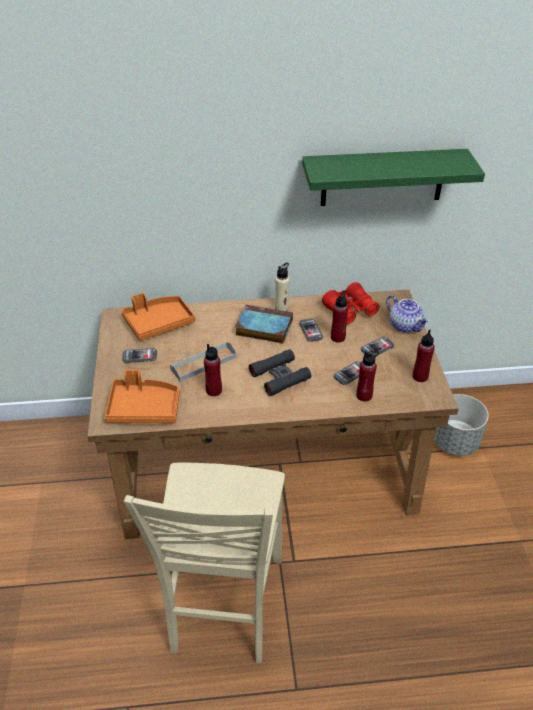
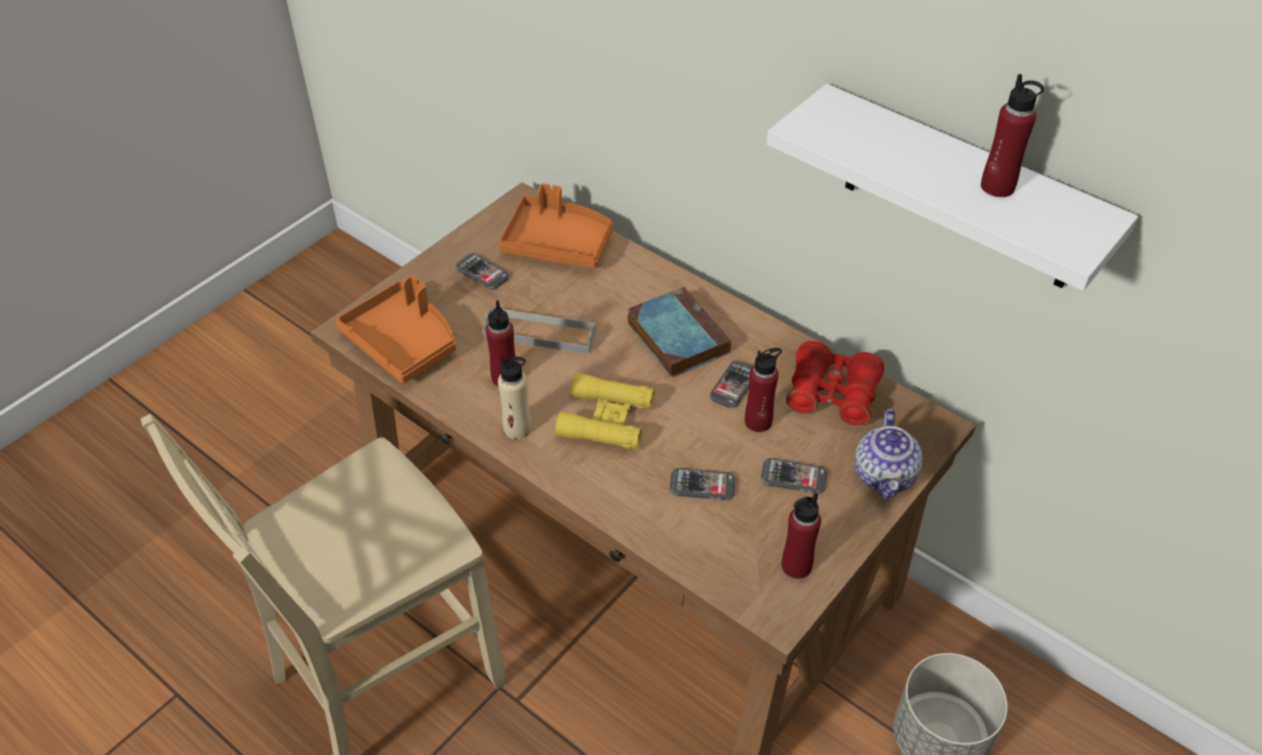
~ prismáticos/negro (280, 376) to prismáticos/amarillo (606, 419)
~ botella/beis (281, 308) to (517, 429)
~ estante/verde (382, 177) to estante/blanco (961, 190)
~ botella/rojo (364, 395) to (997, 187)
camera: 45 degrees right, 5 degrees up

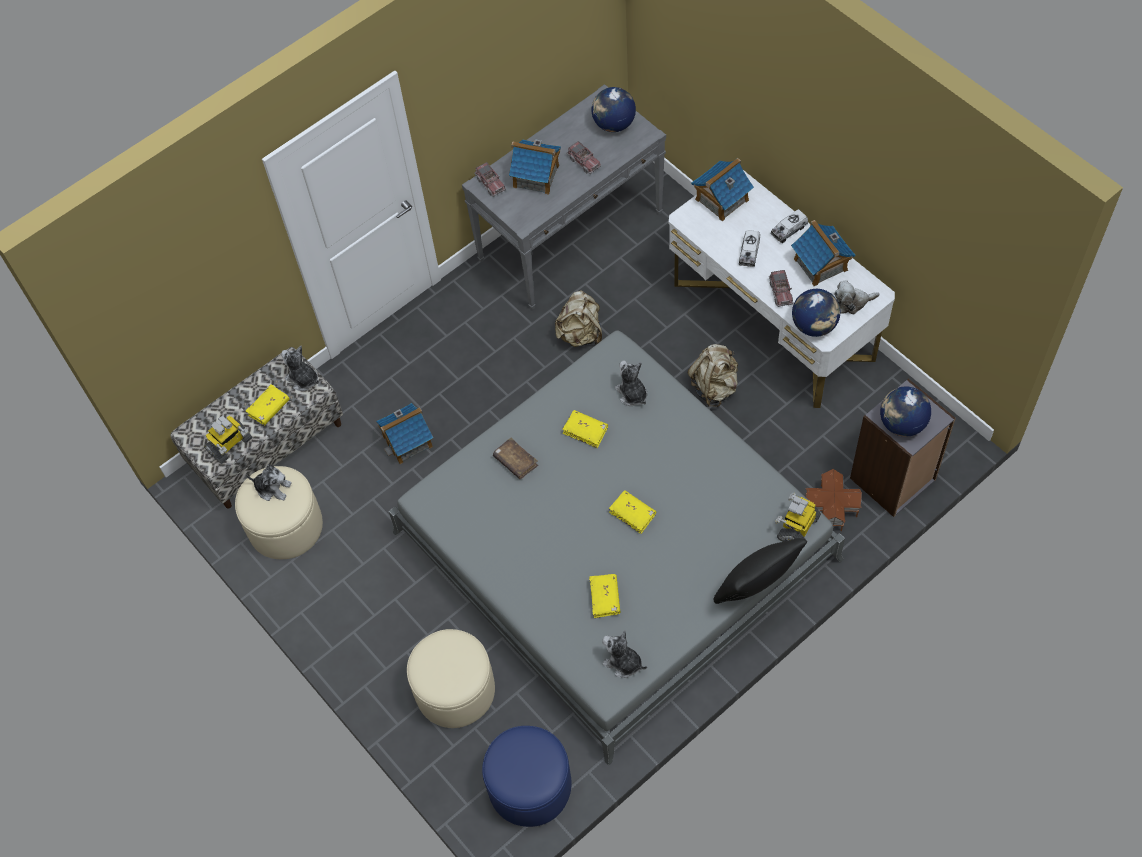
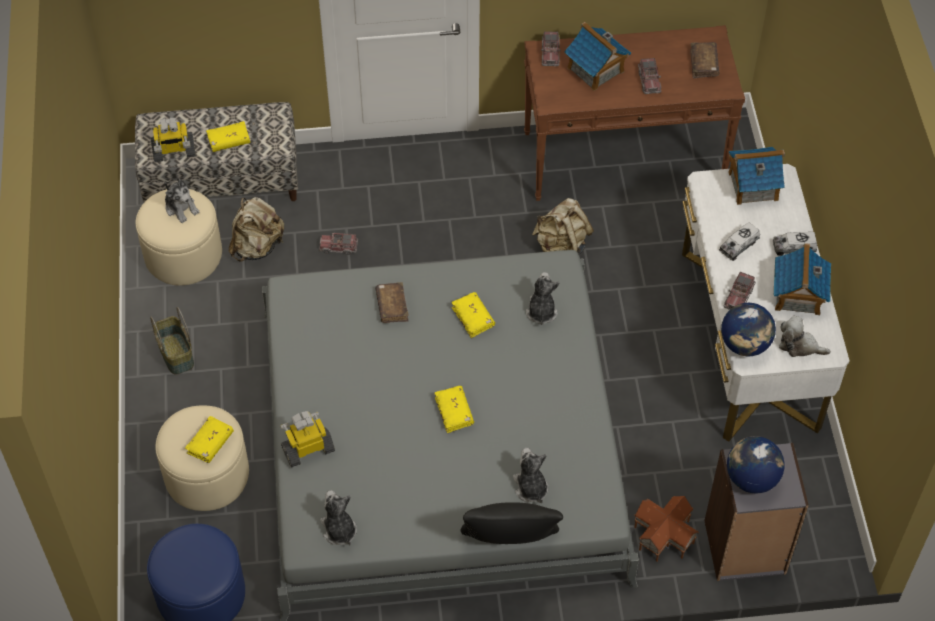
~ peluche (303, 379) to (530, 487)
~ casita (408, 441) to camión de juguete (338, 247)
~ mesa consola/gris (571, 235) to mesa consola/marrón (624, 158)
~ libro/amarillo (605, 598) to (210, 443)
~ globo terráqueo (613, 124) to libro/marrón (704, 64)
~ mochila/beis (714, 387) to (257, 246)
~ robot de juguete (797, 527) to (308, 448)
+ cesta (175, 354)
camera: 30 degrees right, 5 degrees down

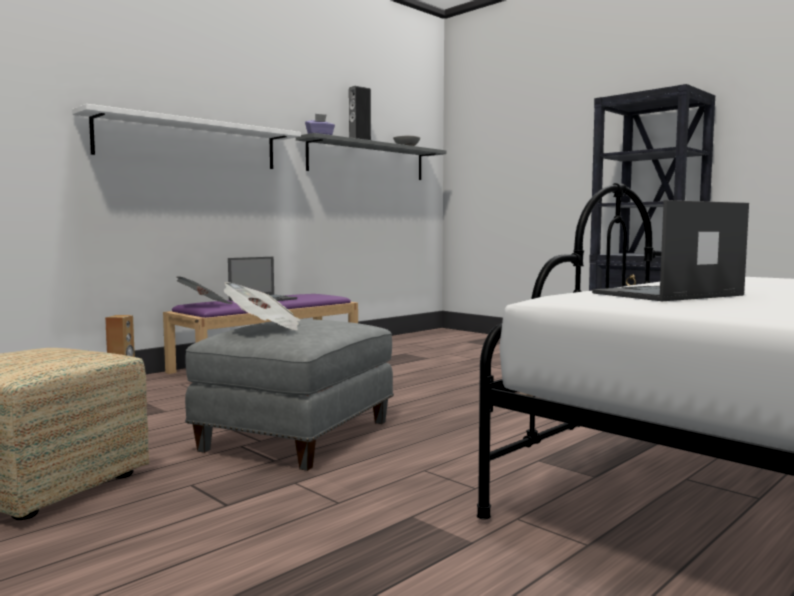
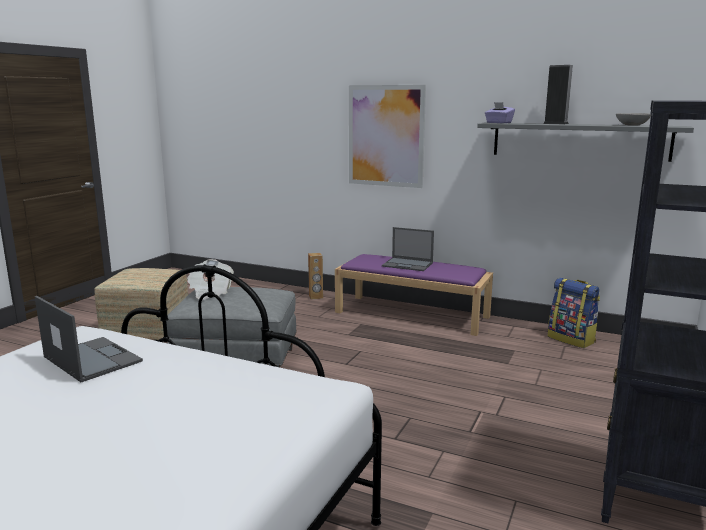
~ estante/blanco (190, 143) to cuadro (386, 136)
- periódico (205, 305)
+ mochila (571, 339)
camera: 70 degrees right, 10 degrees up

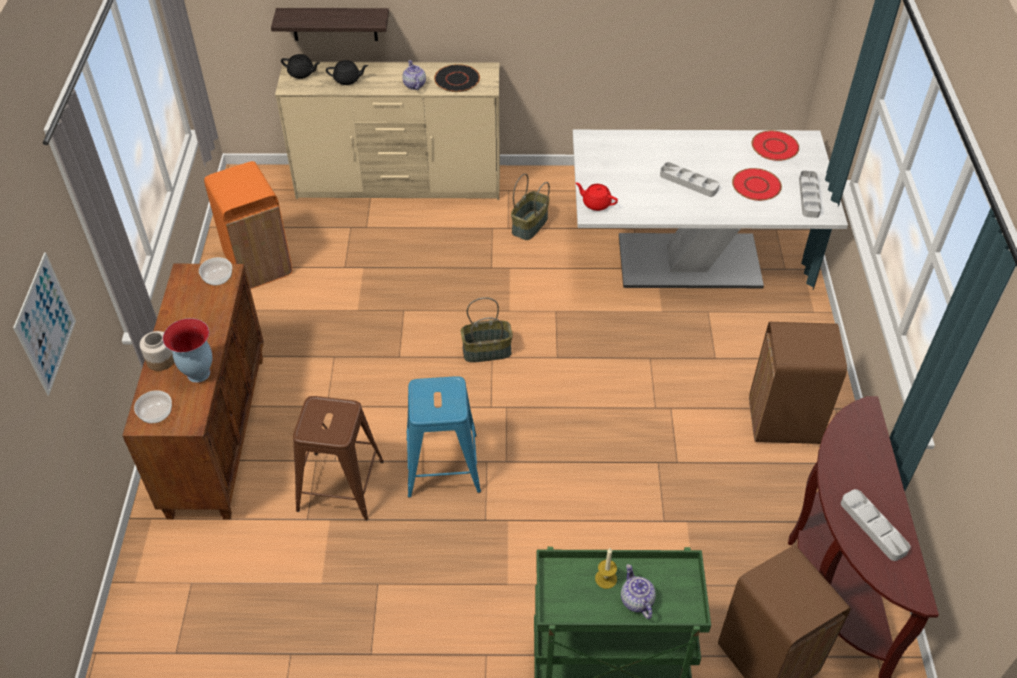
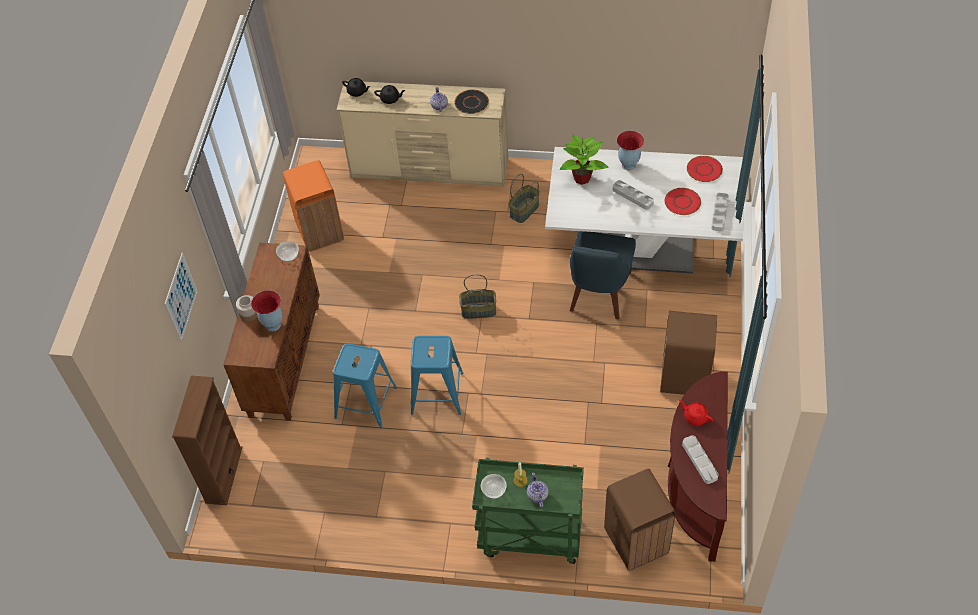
~ cuenco (157, 413) to (494, 490)
- estante (334, 24)
~ taburete/marrón (340, 485) to taburete/azul (365, 402)
~ tetera/rojo (596, 203) to (695, 417)
+ estantería/marrón (223, 475)
+ planta en maceta (582, 178)
+ silla/azul (598, 294)
+ florero (628, 165)
camera: 10 degrees right, 5 degrees up

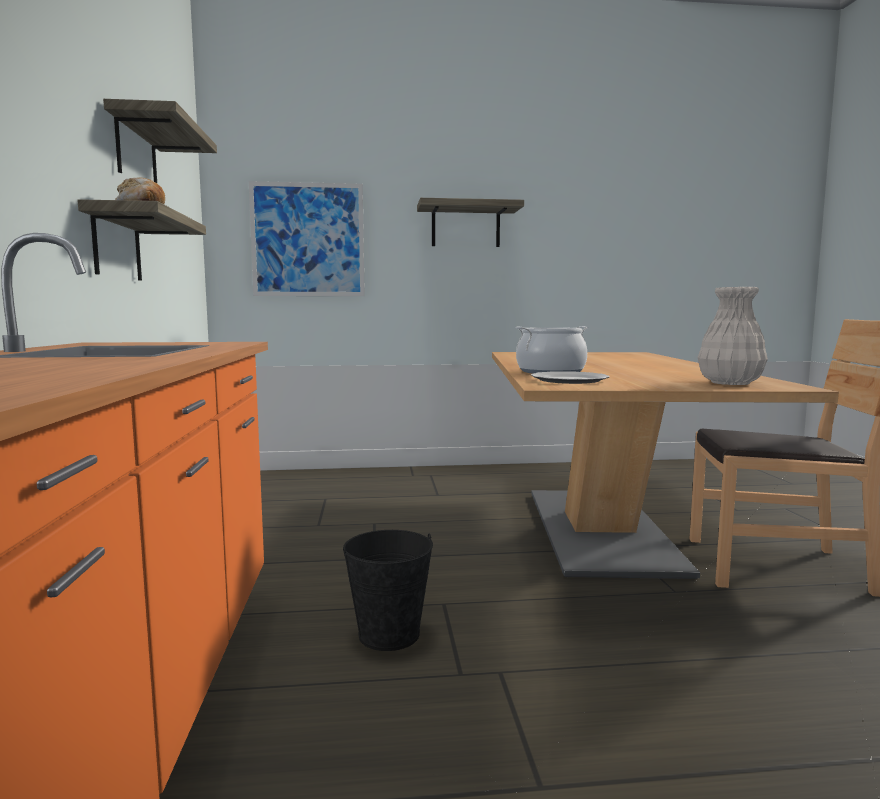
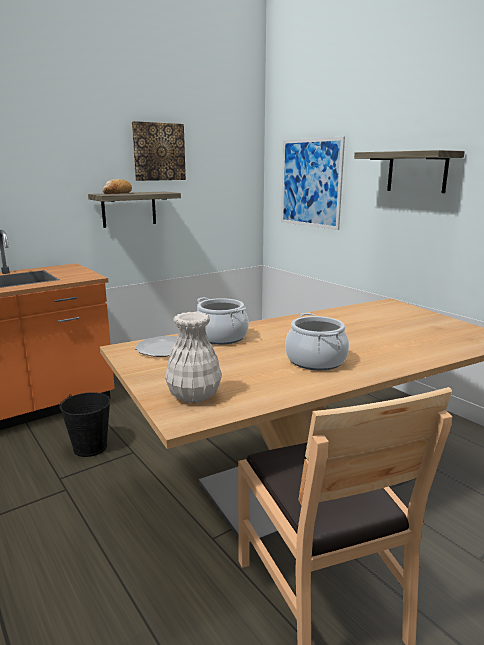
~ estante (136, 153) to cuadro (158, 152)
+ olla (315, 361)
camera: 60 degrees right, 10 degrees up

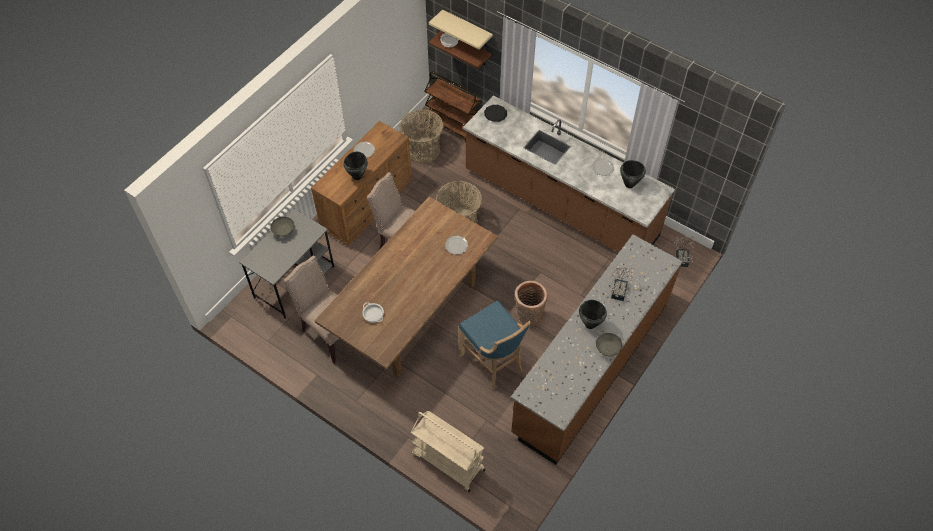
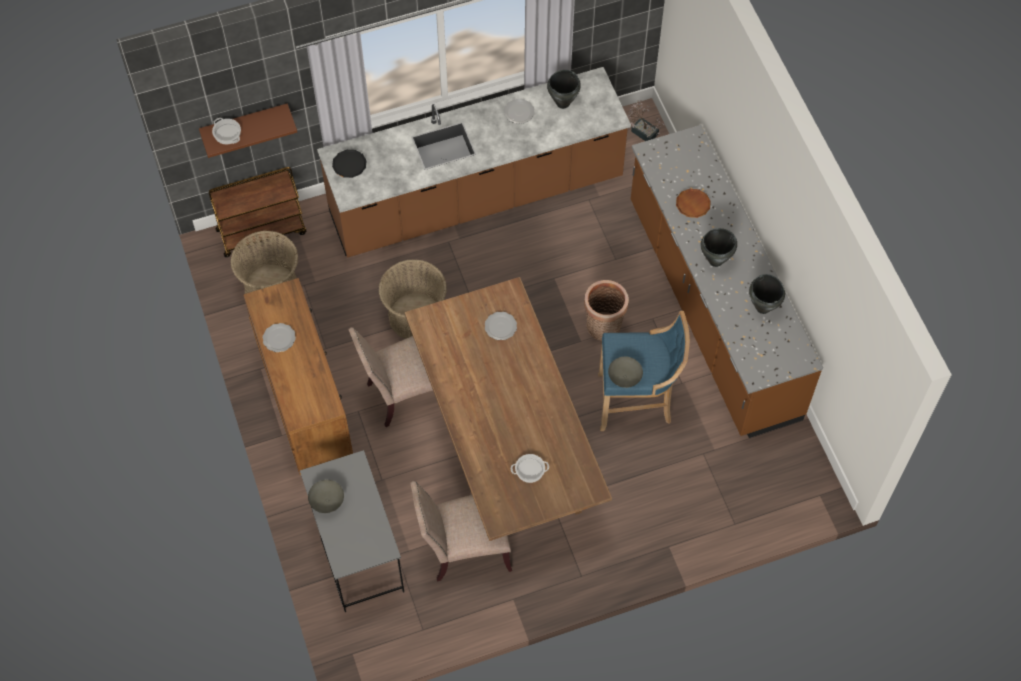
~ olla/negro (358, 176) to (763, 307)
- carrito/beis (447, 462)
- estante/beis (467, 29)
~ cuenco/gris (607, 349) to (624, 378)
~ planta en maceta (619, 289) to plato/marrón (693, 204)
camera: 55 degrees left, 5 degrees up

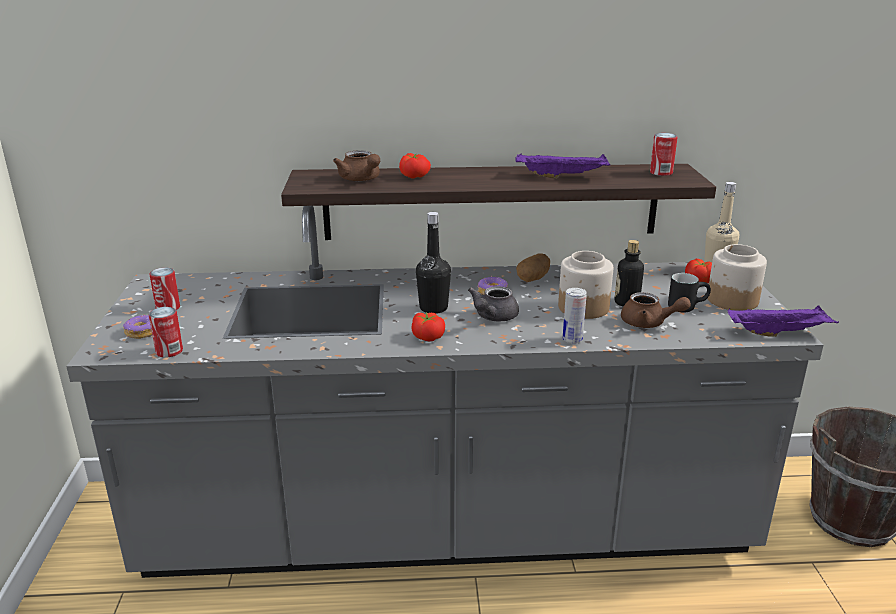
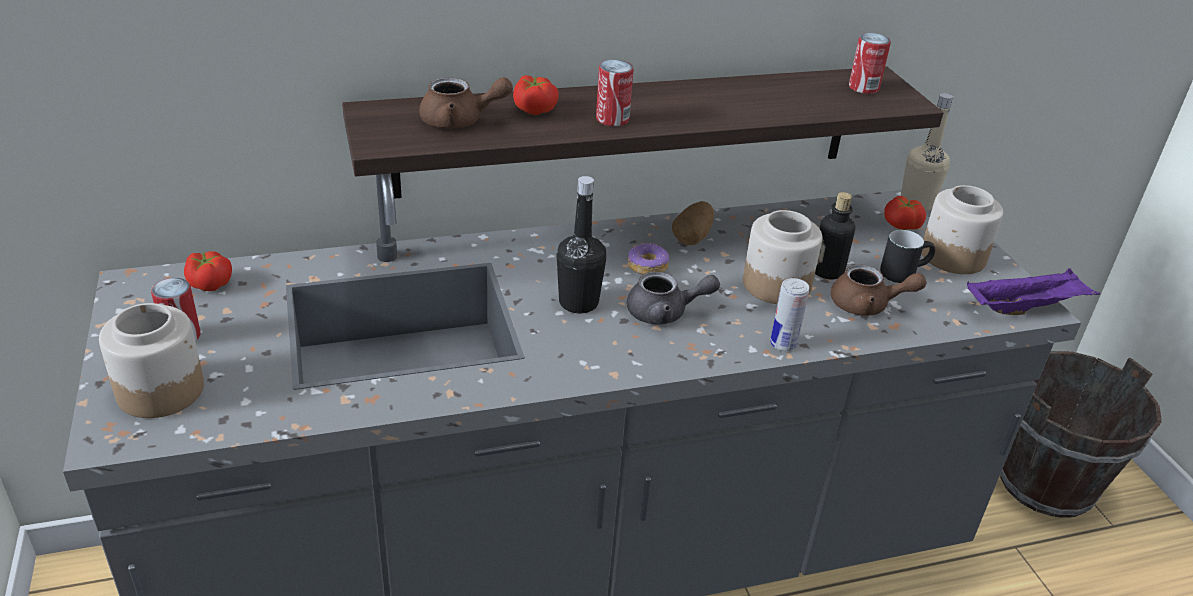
~ rosquilla (142, 332) to tarro (160, 390)
~ lata (169, 351) to (612, 119)
~ tetera/marrón (361, 179) = (460, 121) 45 degrees counterclockwise
~ tomate (428, 336) to (210, 283)
~ tetera/gris (492, 317) = (665, 313) 105 degrees counterclockwise
- bandeja/morado (563, 176)
camera: 15 degrees left, 10 degrees up

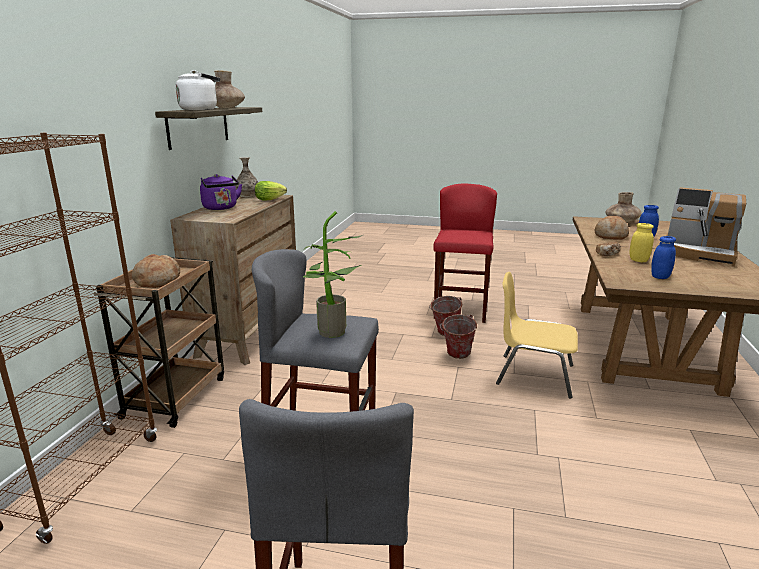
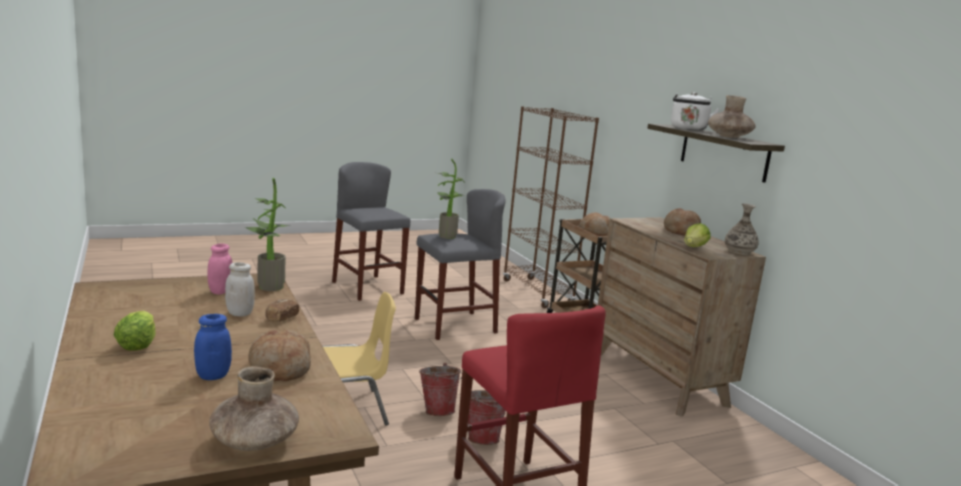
~ hervidor/morado (221, 208) to pan (680, 231)
~ tarro/amarillo (638, 260) to tarro/blanco (240, 313)
~ tarro/azul (660, 277) to tarro/rosa (220, 291)
~ cafetera (699, 253) to lechuga (137, 345)
+ planta en maceta (267, 286)
camera: 140 degrees right, 5 degrees down

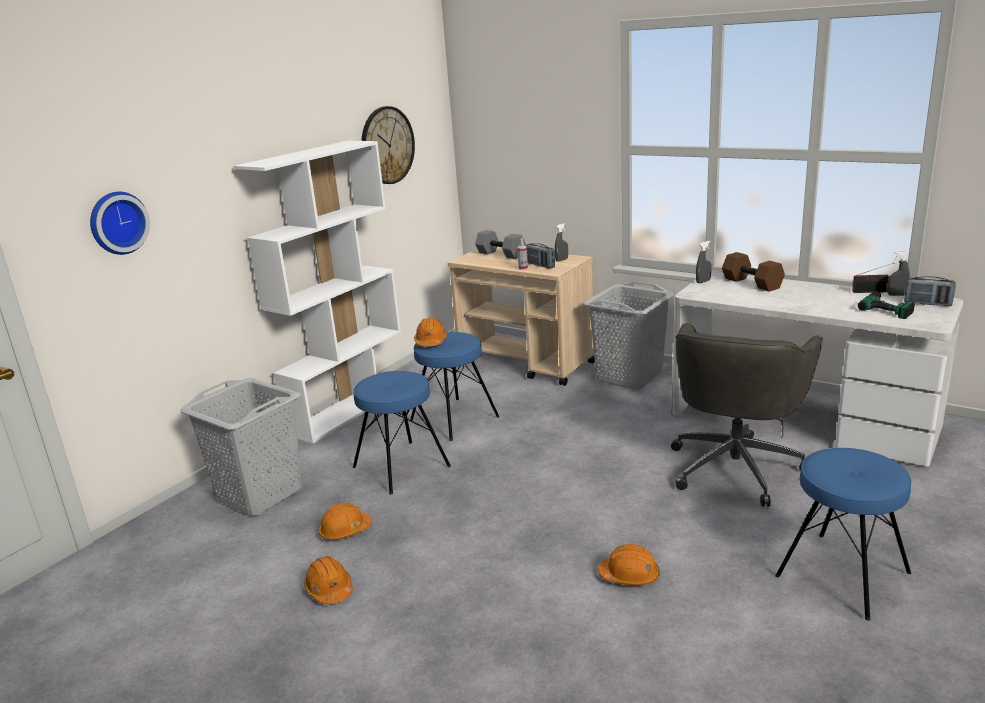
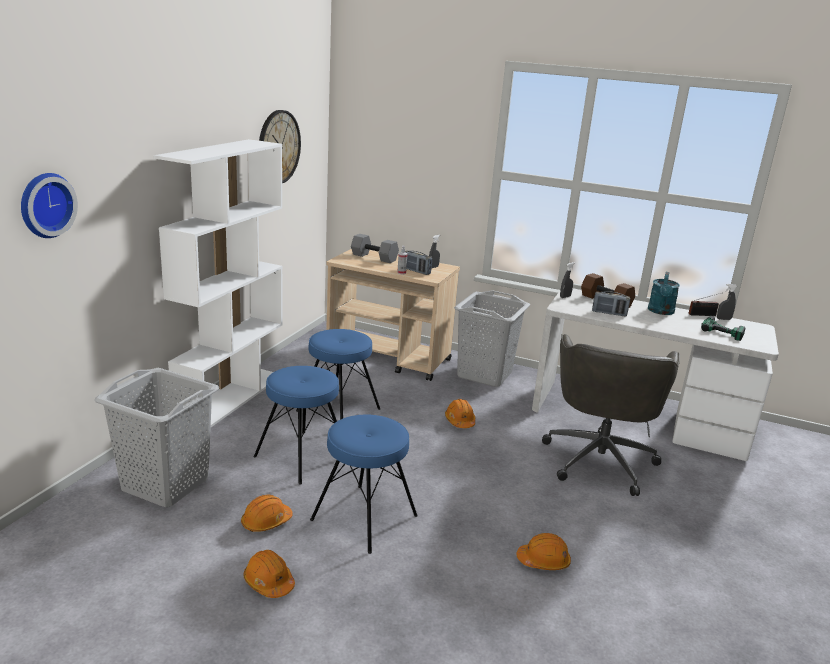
~ casco/naranja (431, 342) to (460, 421)
~ taburete/azul (843, 574) to (364, 518)
~ radio (927, 304) to (609, 313)
+ regadera/turquesa (661, 312)
camera: 15 degrees left, 0 degrees up

